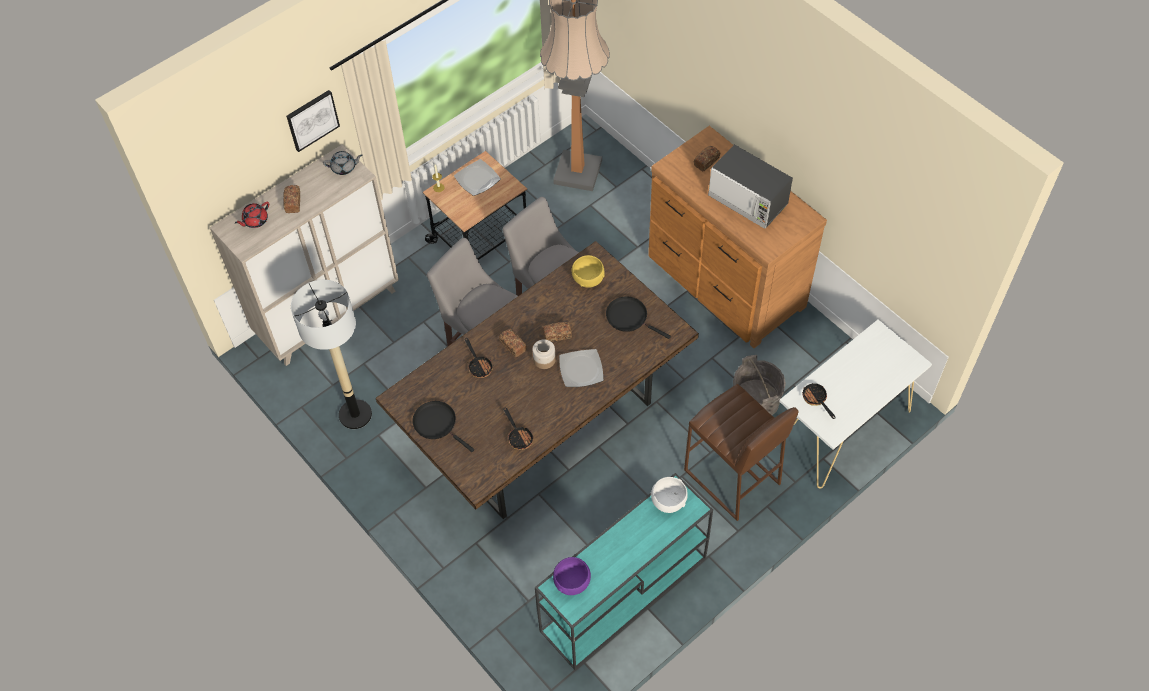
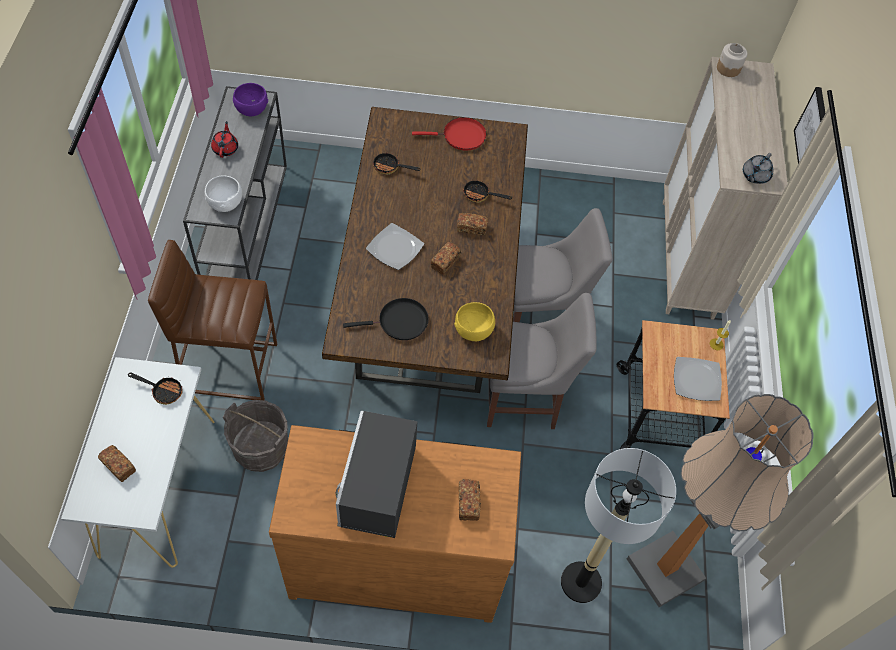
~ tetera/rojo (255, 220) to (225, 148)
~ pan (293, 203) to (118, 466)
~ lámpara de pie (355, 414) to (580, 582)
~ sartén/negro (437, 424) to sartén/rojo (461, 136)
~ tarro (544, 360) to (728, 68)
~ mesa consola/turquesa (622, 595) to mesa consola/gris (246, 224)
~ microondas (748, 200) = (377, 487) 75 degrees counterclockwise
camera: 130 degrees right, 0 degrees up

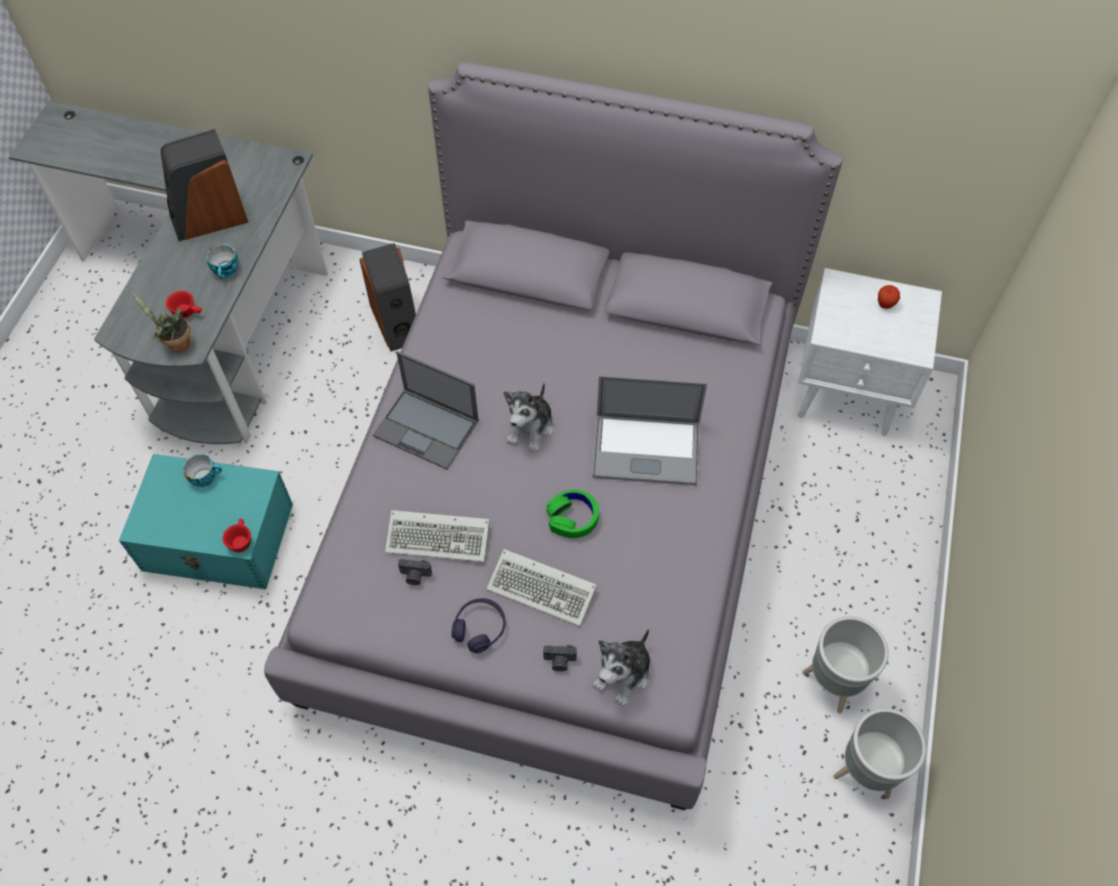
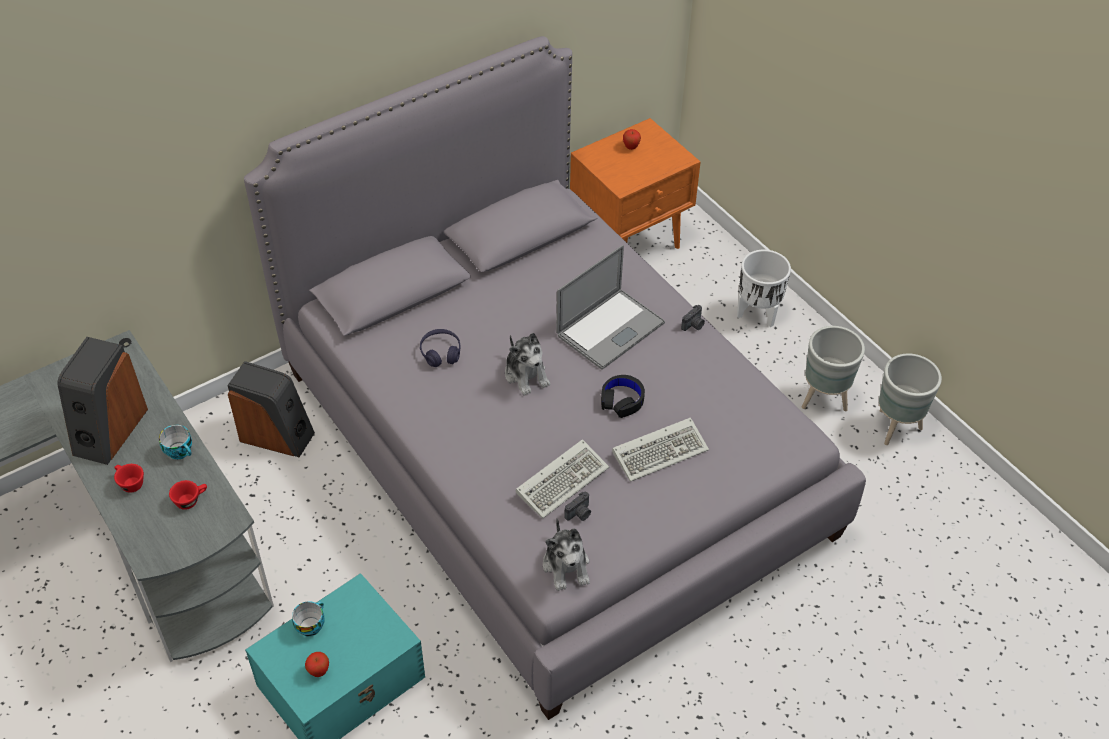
- planta en maceta (176, 344)
~ taza/rojo (241, 540) to (129, 483)
- portátil (427, 428)
~ auriculares/morado (479, 628) to (440, 353)
~ cámara (559, 661) to (693, 325)
~ auriculares/verde (572, 517) to auriculares/negro (622, 400)
~ peluche (623, 674) to (566, 566)
~ mesita de noche/blanco (848, 394) to mesita de noche/naranja (630, 241)
+ manzana (319, 671)
+ maceta/blanco (758, 314)
camera: 50 degrees left, 10 degrees down

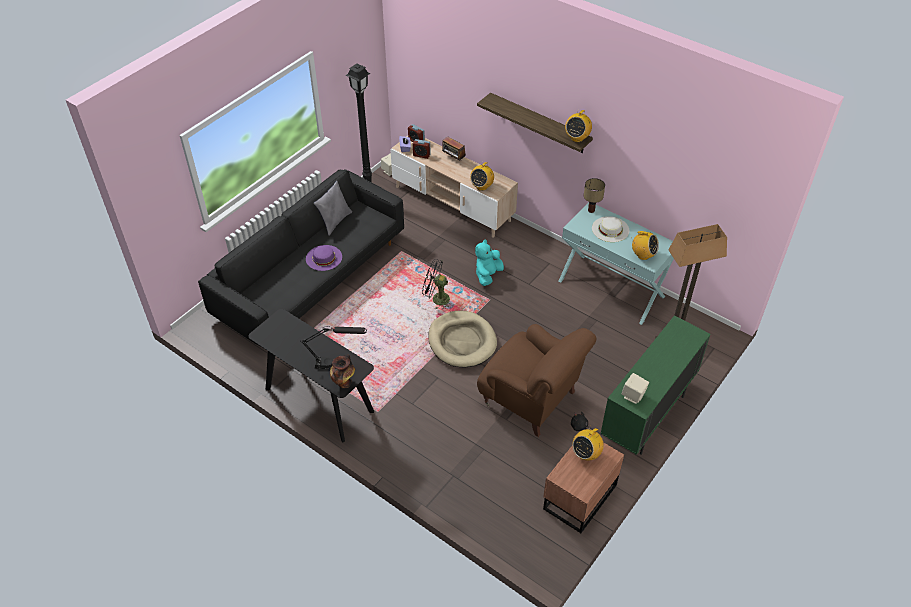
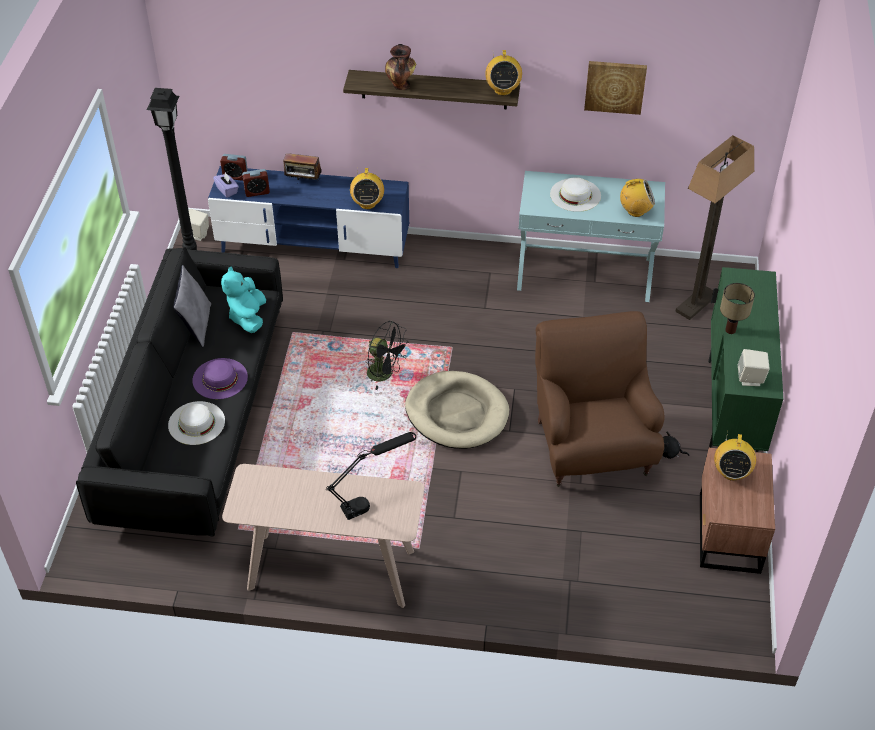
~ mesa consola/negro (318, 400) to mesa consola/beis (331, 570)
~ florero (344, 383) to (401, 85)
~ mueble de televisión/beis (452, 203) to mueble de televisión/azul (313, 245)
~ ventilador/negro (436, 299) = (385, 374) 135 degrees counterclockwise
~ peluche/turquesa (488, 275) to (248, 317)
~ sillón/marrón (531, 399) = (591, 446) 105 degrees counterclockwise
~ lámpara de mesa (591, 210) to (731, 330)
+ sombrero/blanco (196, 423)
+ cuadro (615, 86)
camera: 30 degrees left, 0 degrees up

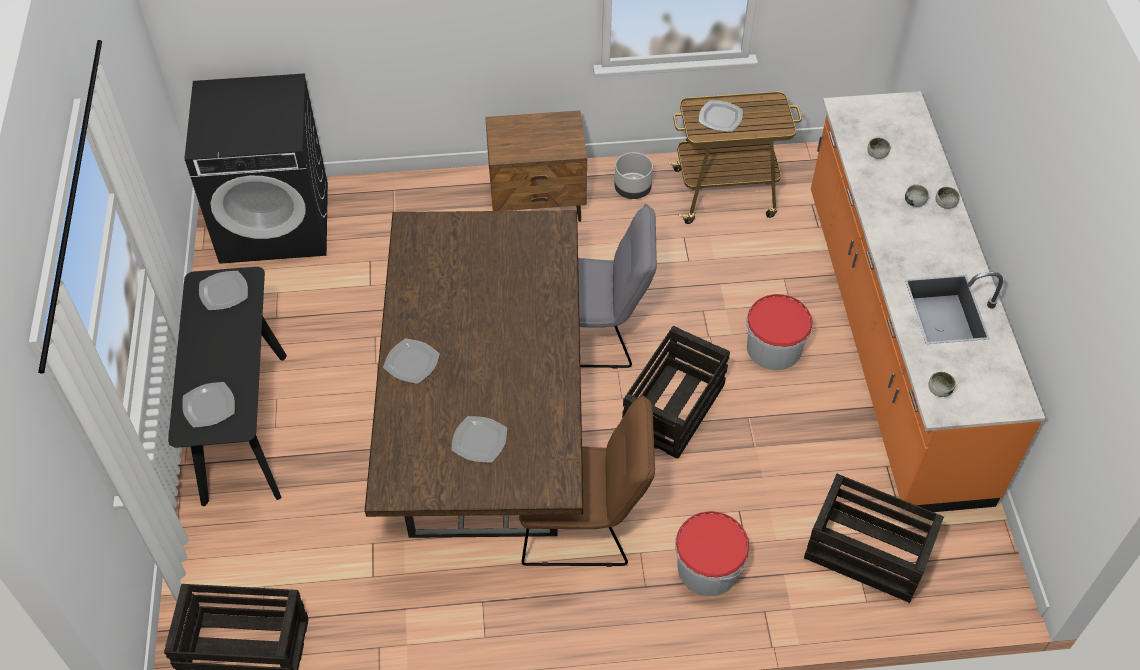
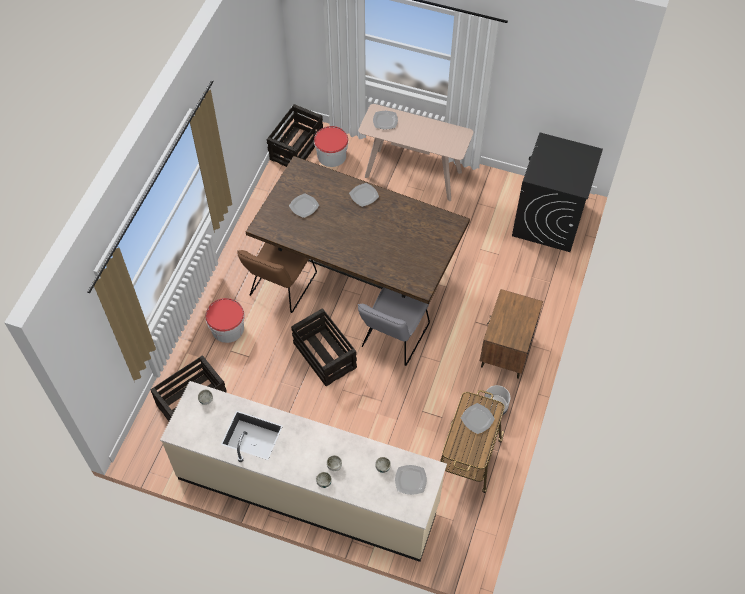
~ mesa consola/negro (244, 426) to mesa consola/beis (413, 174)
~ plato (223, 292) to (410, 480)
~ cubo (774, 348) to (331, 155)
~ mueble bajo de cocina/naranja (891, 340) to mueble bajo de cocina/beis (308, 491)
camera: 115 degrees right, 5 degrees up

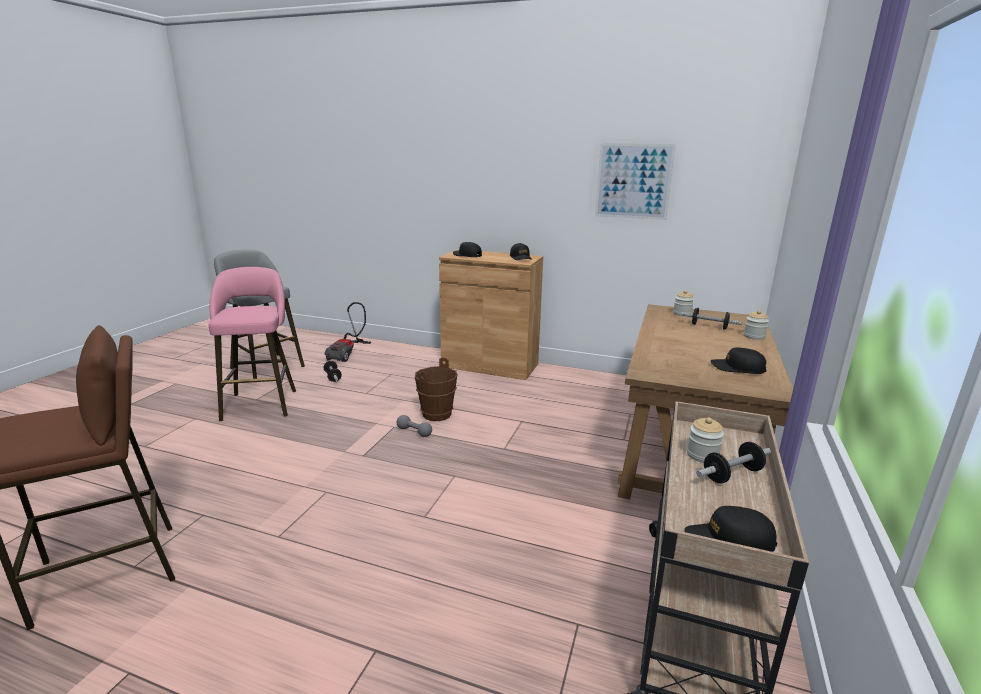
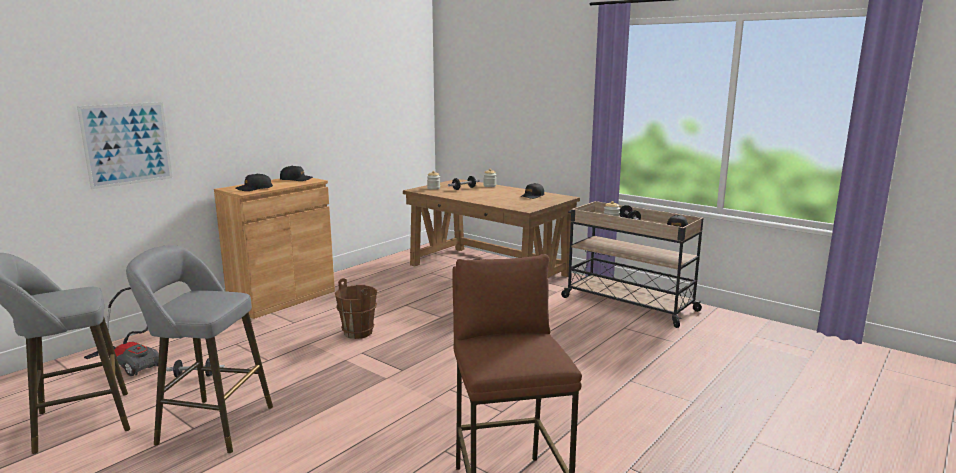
~ taburete/rosa (260, 403) to taburete/gris (210, 424)
- mancuerna/gris (414, 432)
~ cuadro (633, 181) to (127, 144)
camera: 70 degrees left, 5 degrees down

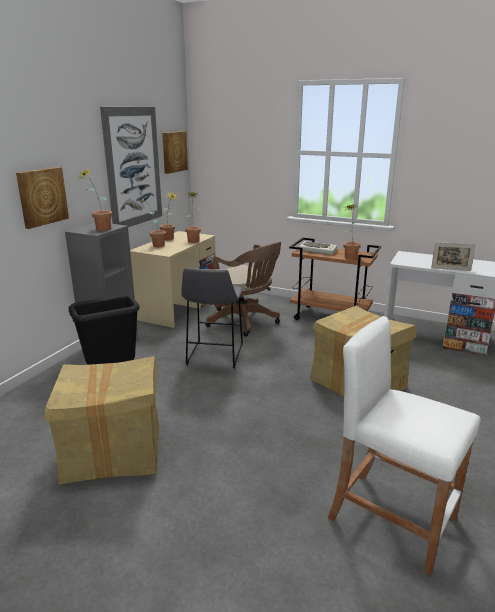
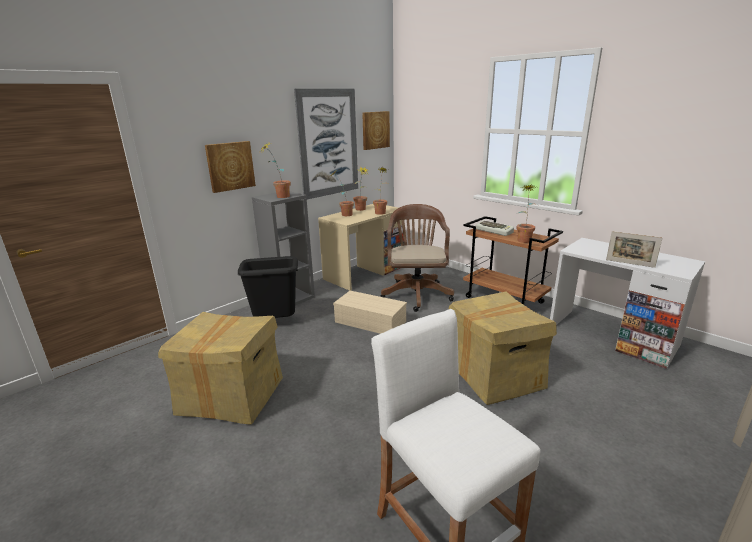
~ taburete/gris (214, 356) to caja de almacenaje/beis (369, 322)
~ silla de oficina/marrón (244, 322) = (416, 293) 150 degrees counterclockwise
camera: 20 degrees right, 0 degrees up

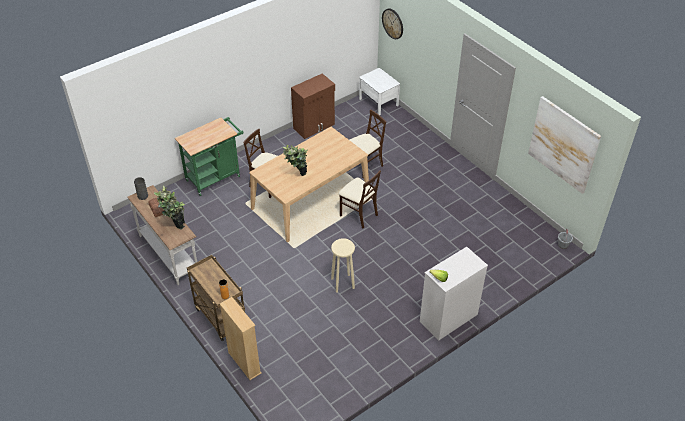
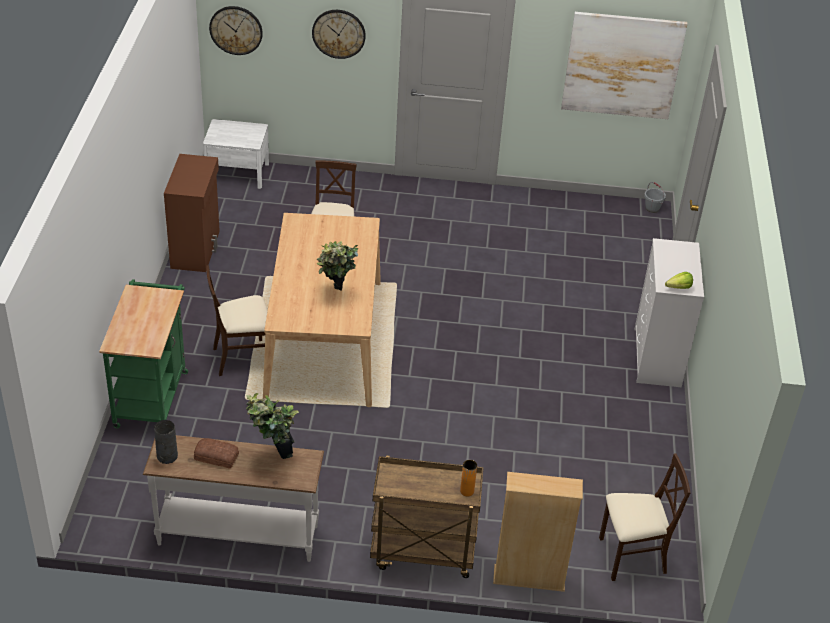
- taburete/beis (342, 283)
~ silla/beis (358, 214) to (631, 557)
+ reloj de pared (338, 33)
camera: 50 degrees left, 5 degrees down

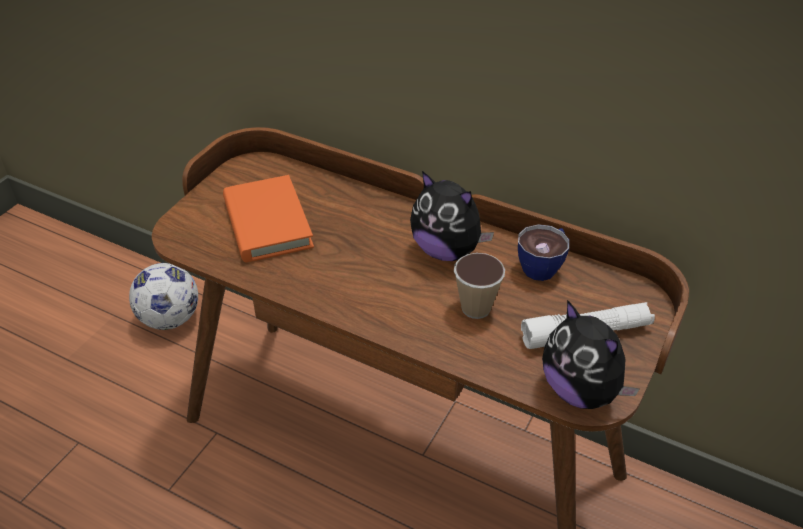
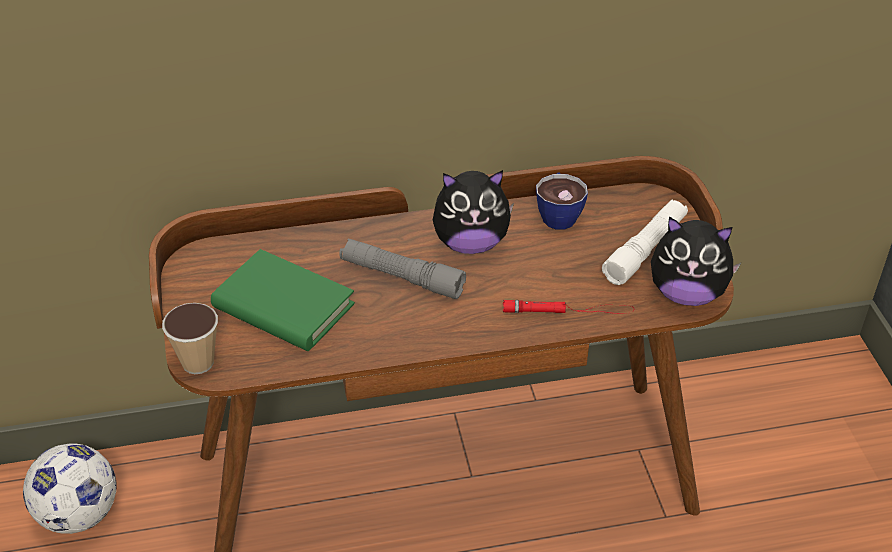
~ libro/naranja (267, 223) to libro/verde (283, 306)
~ taza (476, 308) to (198, 362)
+ linterna/gris (401, 277)
+ linterna/rojo (568, 310)
camera: 40 degrees left, 0 degrees up

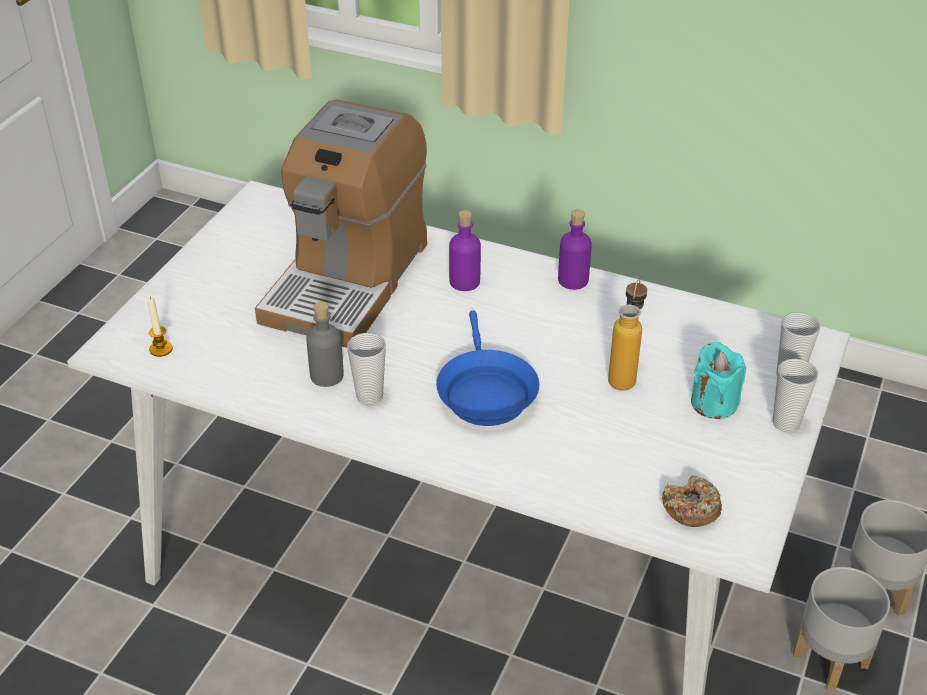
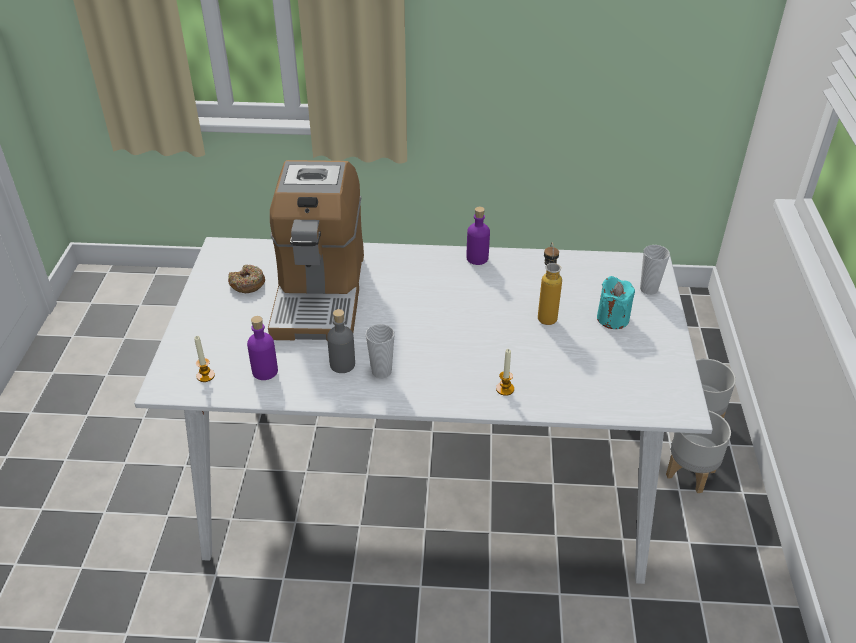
- sartén/azul (485, 392)
~ botella/morado (464, 282) to (265, 371)
~ rosquilla (691, 509) to (247, 284)
- taza (785, 423)
+ vela (505, 389)
camera: 20 degrees left, 0 degrees up

